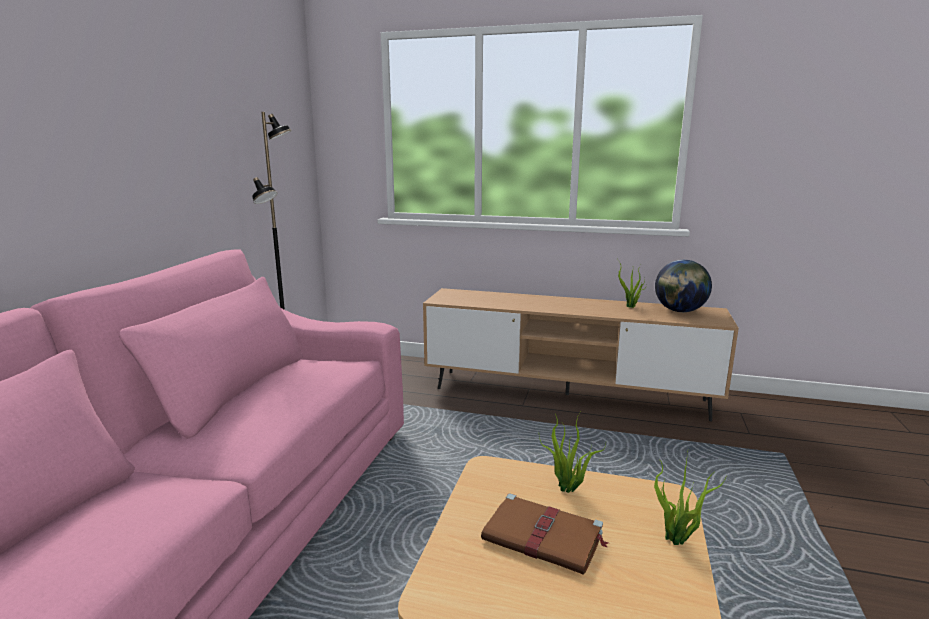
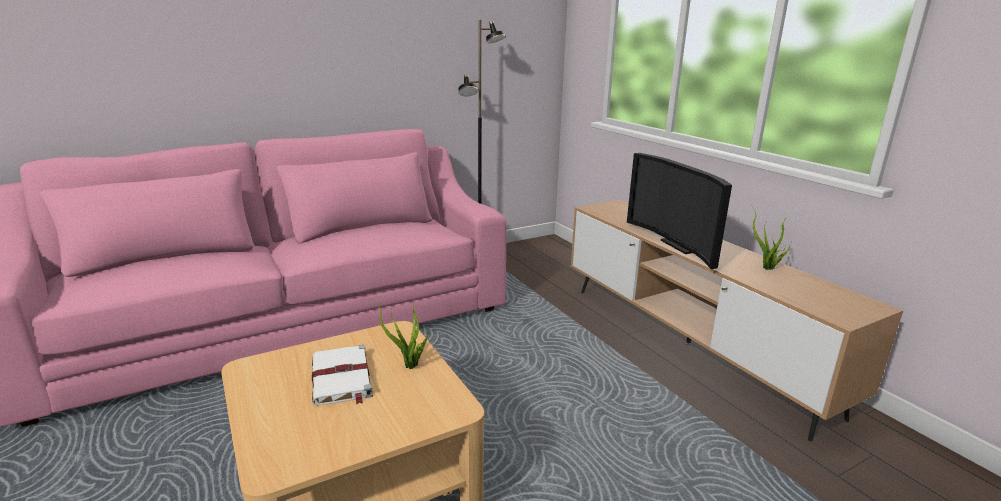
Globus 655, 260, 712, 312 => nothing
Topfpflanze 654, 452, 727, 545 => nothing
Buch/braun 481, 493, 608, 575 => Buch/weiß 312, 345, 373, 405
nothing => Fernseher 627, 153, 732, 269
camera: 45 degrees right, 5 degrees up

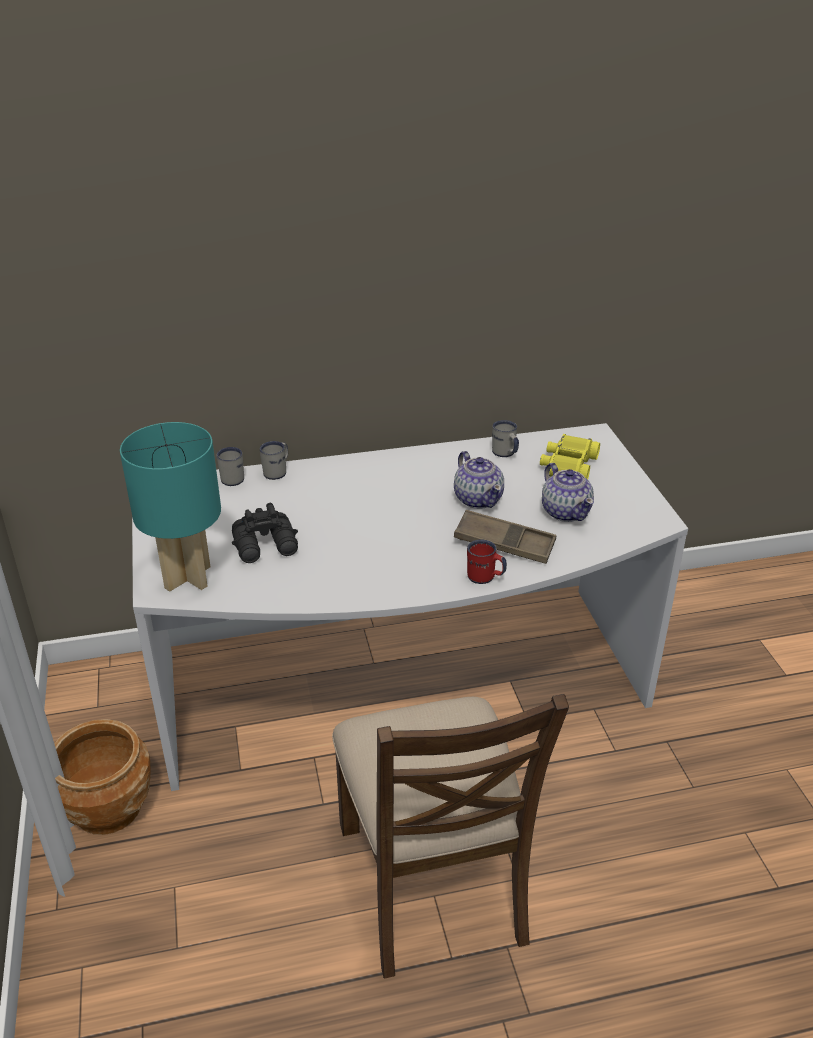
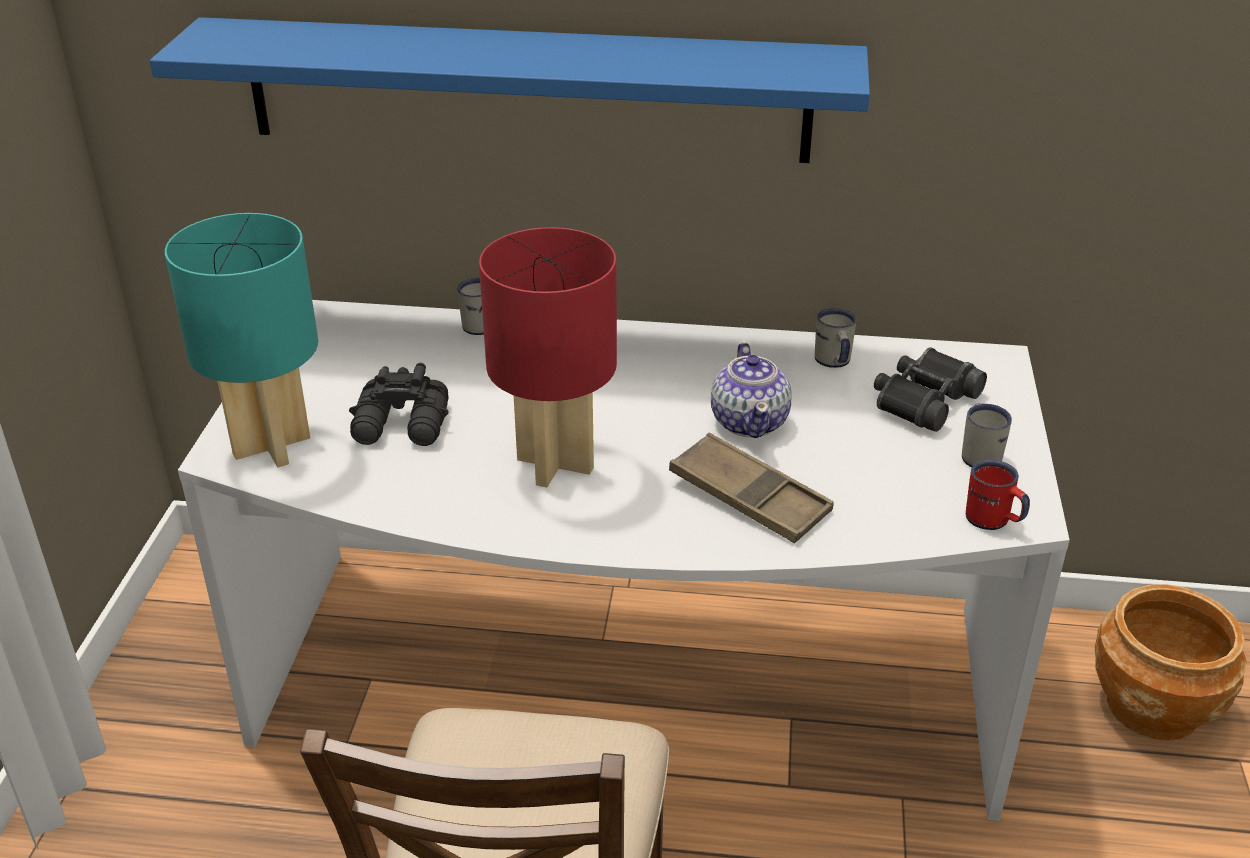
Fernglas/gelb 540, 434, 600, 480 => Fernglas/schwarz 874, 347, 987, 432
Henkelbecher/weiß 217, 447, 244, 486 => Henkelbecher/weiß 962, 403, 1012, 467, move
Teekanne 542, 463, 594, 522 => nothing
Henkelbecher/rot 467, 539, 507, 584 => Henkelbecher/rot 966, 460, 1030, 530, move
Pflanzkübel/braun 54, 719, 150, 835 => Pflanzkübel/braun 1095, 584, 1247, 741, move
nothing => Wandregal/blau 150, 17, 870, 163
nothing => Tischlampe/rot 479, 227, 617, 487
camera: 20 degrees right, 0 degrees up

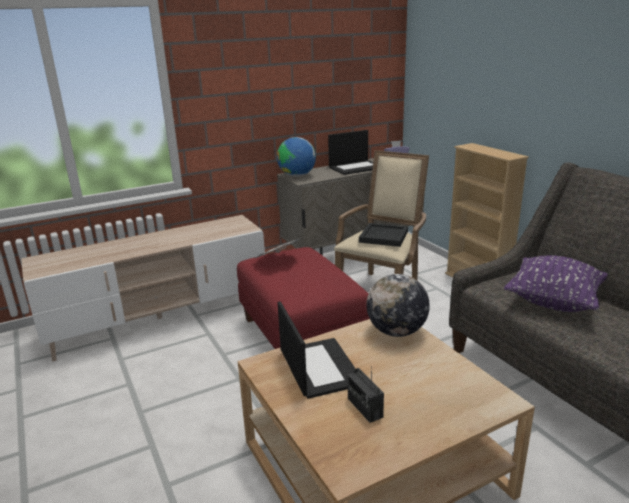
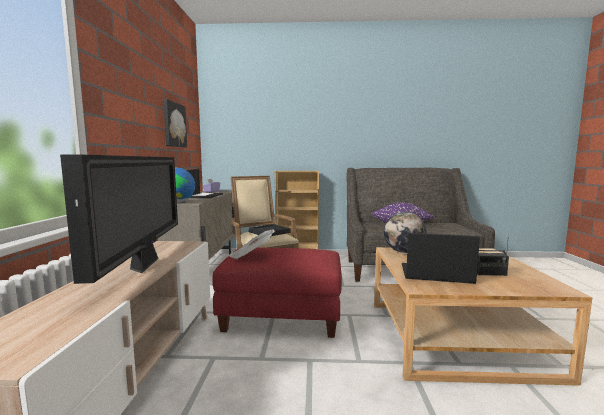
nothing => Bild 163, 99, 187, 148
nothing => Fernseher 60, 155, 178, 284
camera: 60 degrees left, 15 degrees down

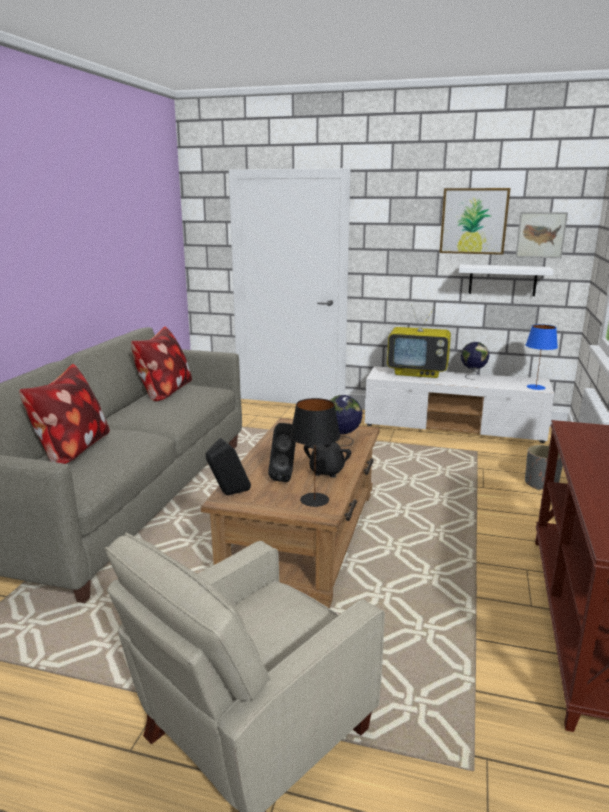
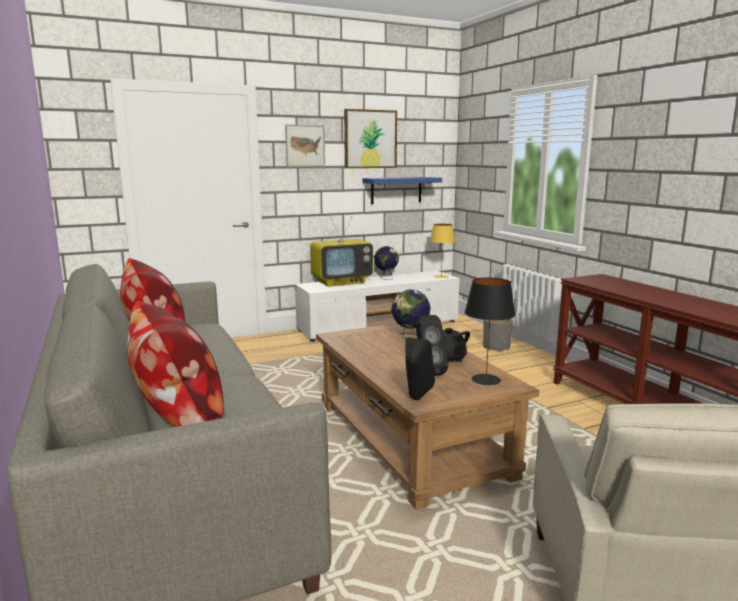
Bild 515, 212, 568, 258 => Bild 285, 124, 325, 167, move
Wandregal/weiß 459, 264, 554, 296 => Wandregal/blau 362, 177, 442, 204
Tischlampe/blau 526, 324, 558, 390 => Tischlampe/gelb 430, 224, 455, 278
camera: 40 degrees left, 5 degrees down

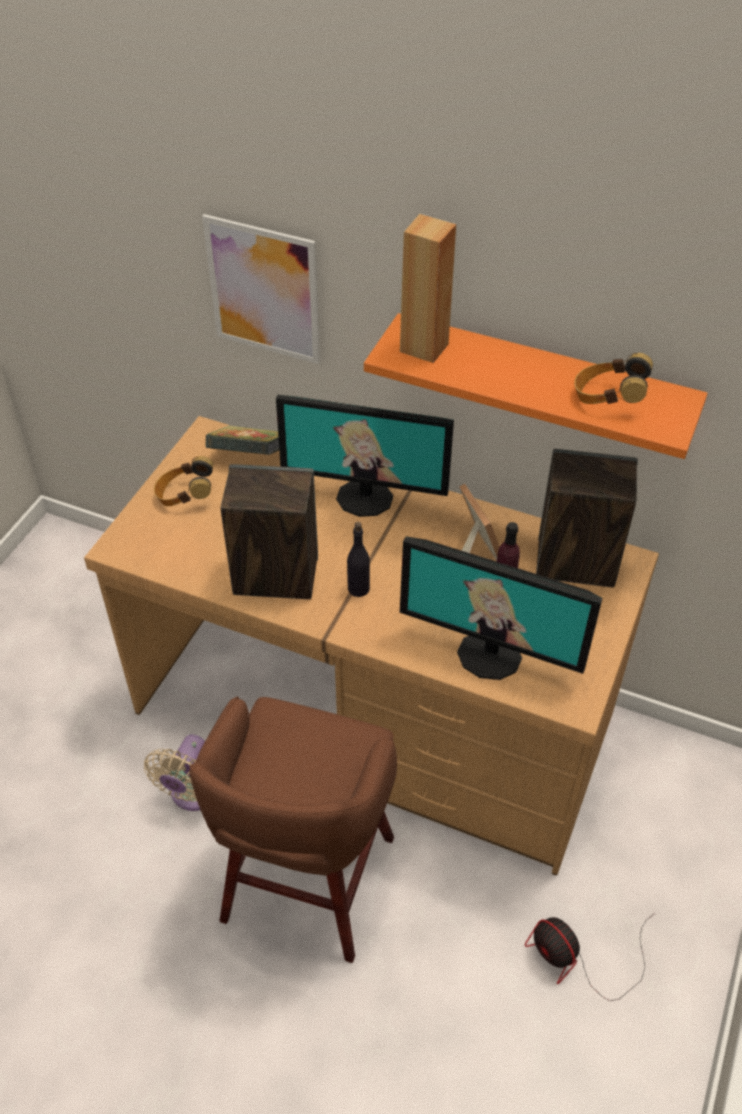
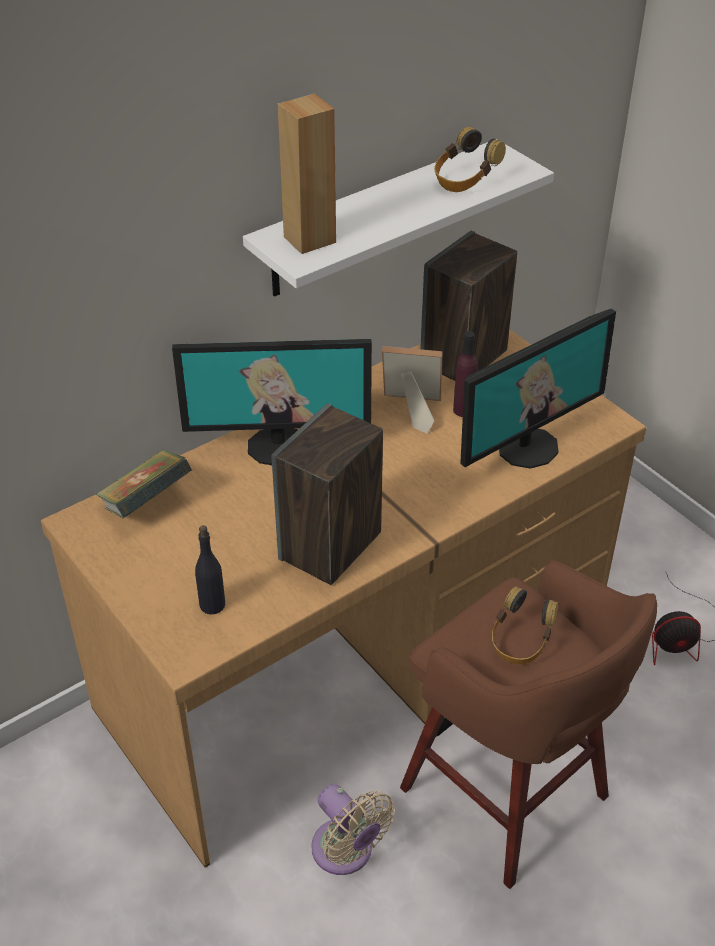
Bild 202, 214, 320, 364 => nothing
Wandregal/orange 364, 313, 708, 459 => Wandregal/weiß 243, 142, 554, 297
Monitor 276, 395, 454, 517 => Monitor 172, 339, 372, 465, 45 degrees clockwise
Kopfhörer 154, 456, 213, 506 => Kopfhörer 492, 586, 558, 664, move
Flasche/schwarz 347, 522, 370, 597 => Flasche/schwarz 195, 525, 225, 614, move
camera: 60 degrees left, 5 degrees down

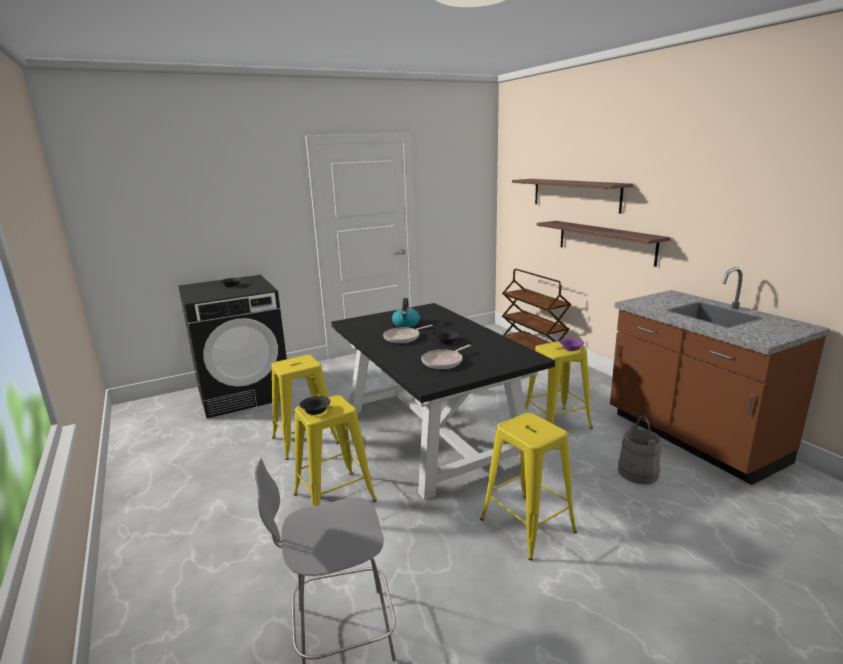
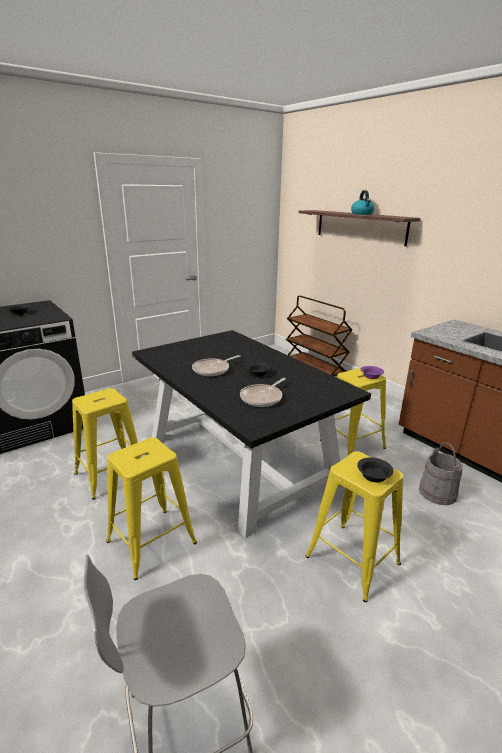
Wandregal 537, 221, 670, 267 => nothing
Wasserkessel 392, 298, 420, 327 => Wasserkessel 351, 190, 375, 215, move
Schüssel/schwarz 300, 396, 330, 415 => Schüssel/schwarz 357, 457, 394, 482, move
camera: 10 degrees left, 5 degrees up

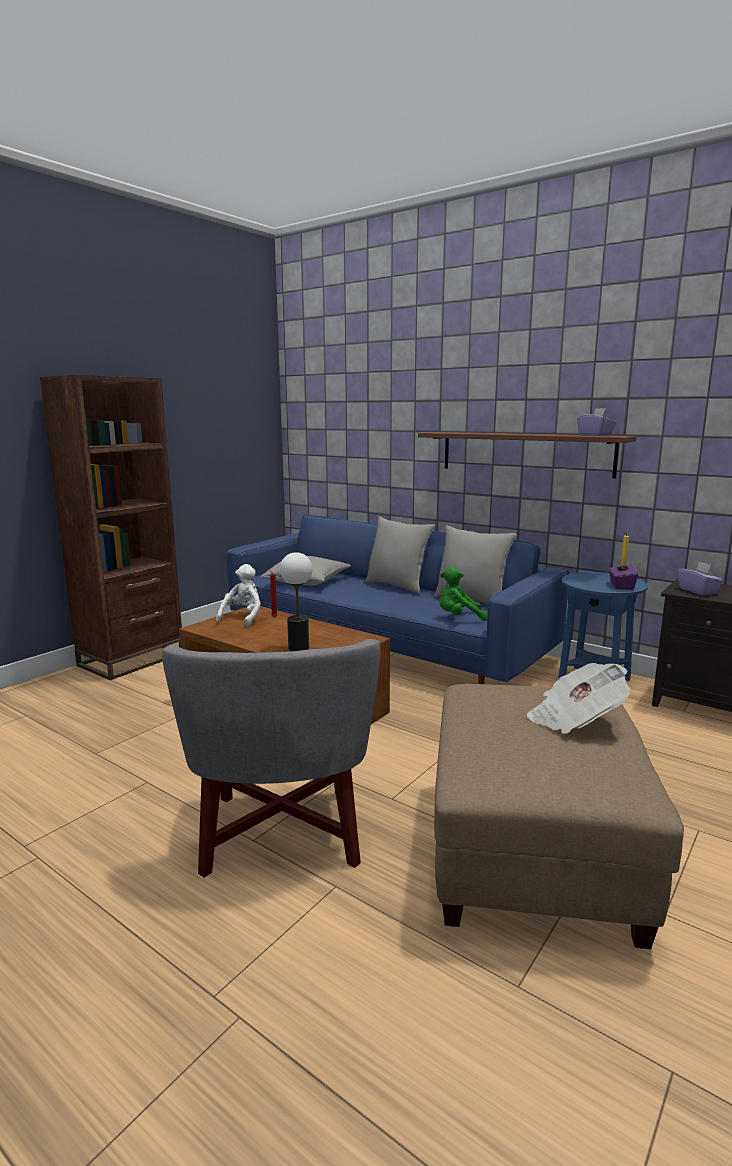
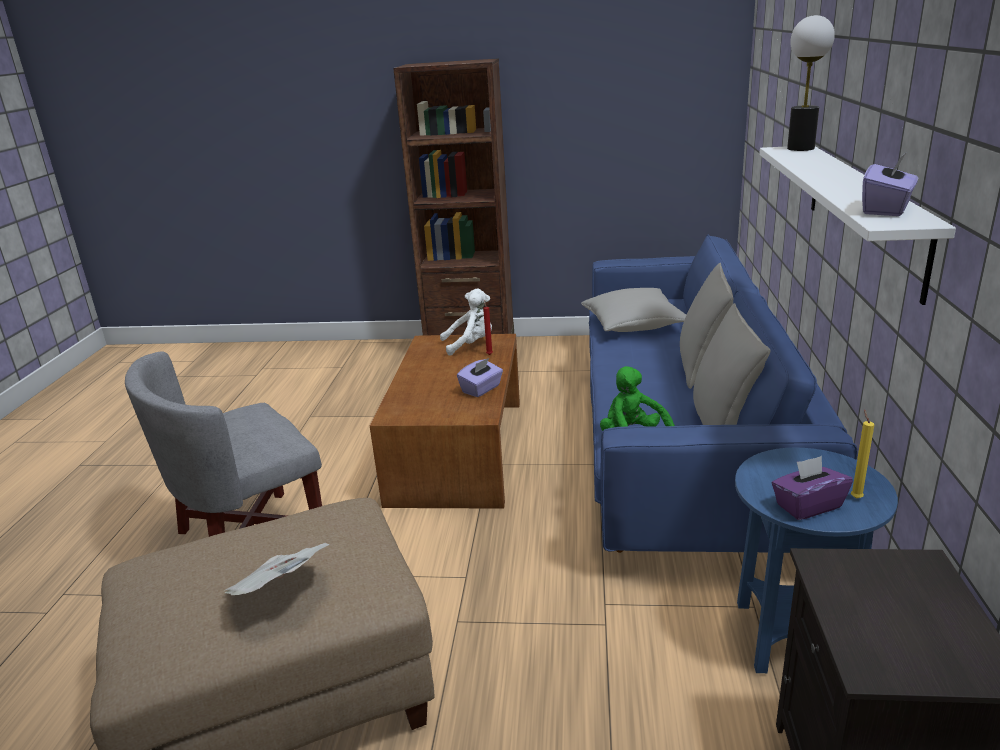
Wandregal/braun 418, 432, 637, 478 => Wandregal/weiß 759, 147, 956, 305
Tischlampe 280, 552, 312, 651 => Tischlampe 787, 15, 835, 151, move
Taschentuchbox/lila 678, 561, 723, 595 => Taschentuchbox/lila 457, 358, 503, 397, move
camera: 60 degrees right, 10 degrees up

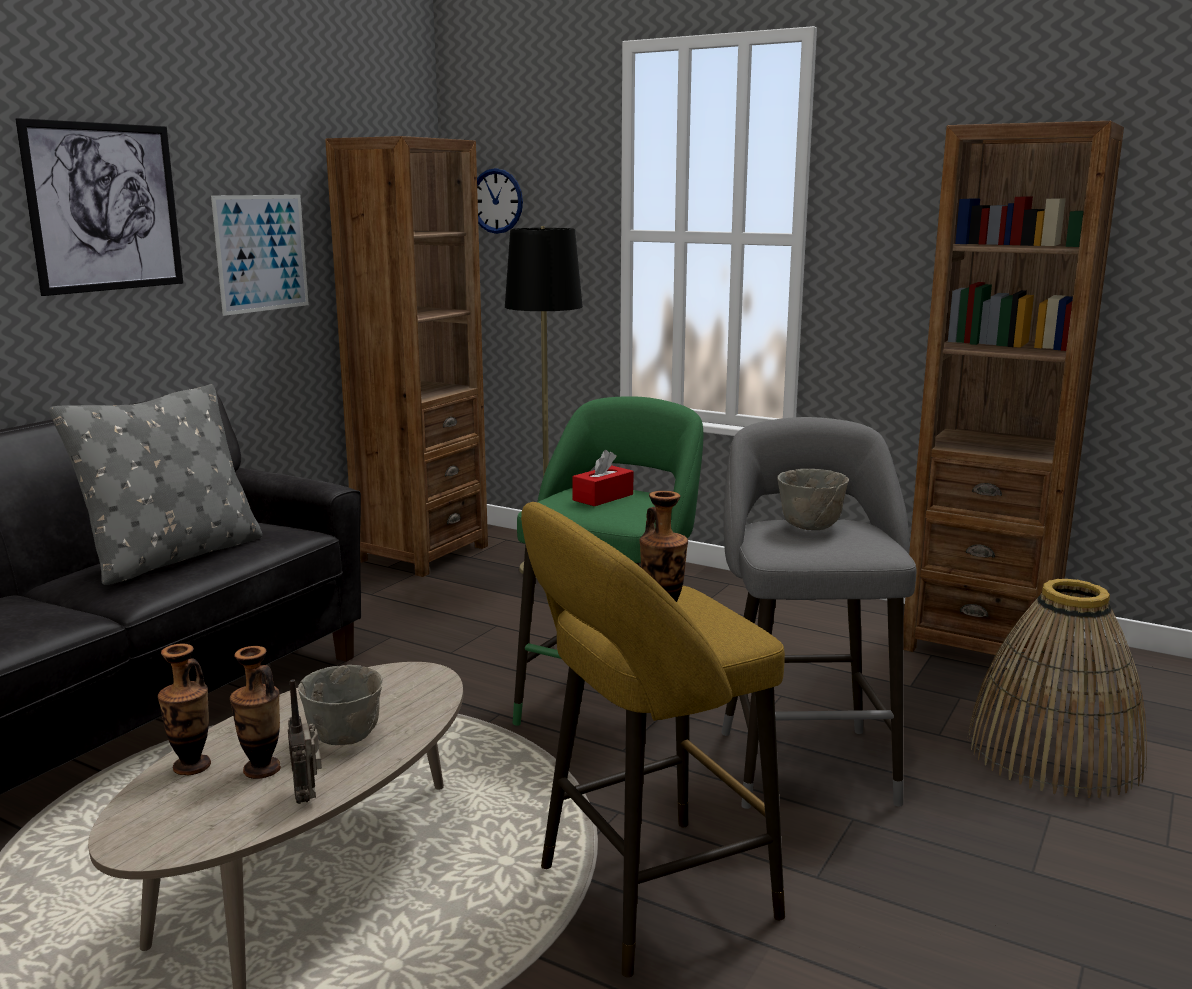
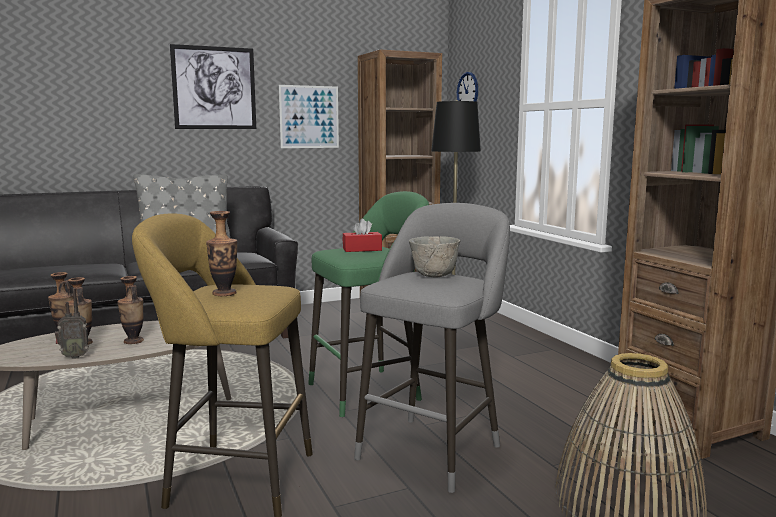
Schüssel/grau 298, 665, 383, 745 => Vase 117, 276, 144, 344
Radio 288, 680, 322, 804 => Radio 55, 288, 89, 359, 120 degrees counterclockwise
camera: 35 degrees right, 5 degrees down

